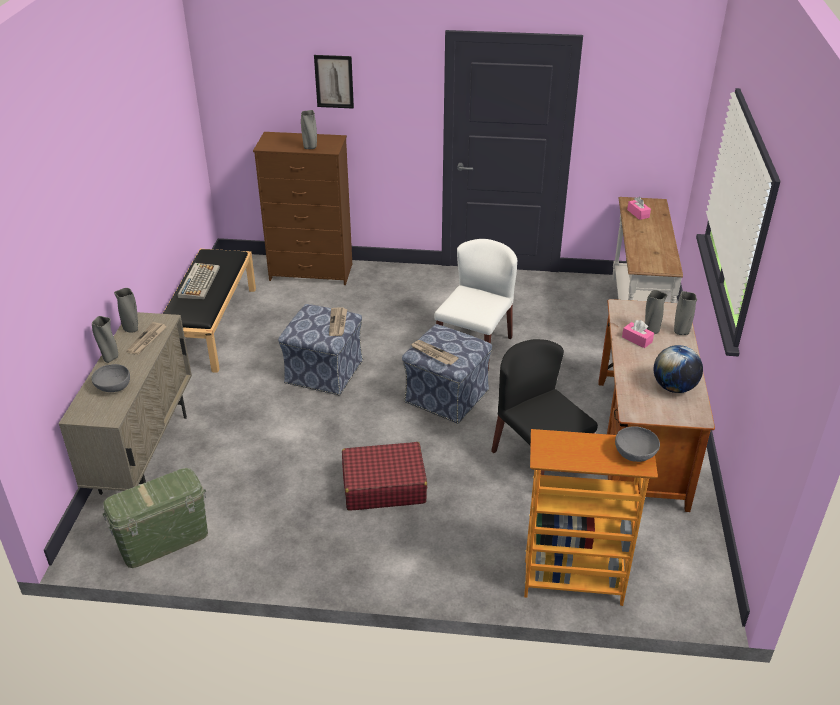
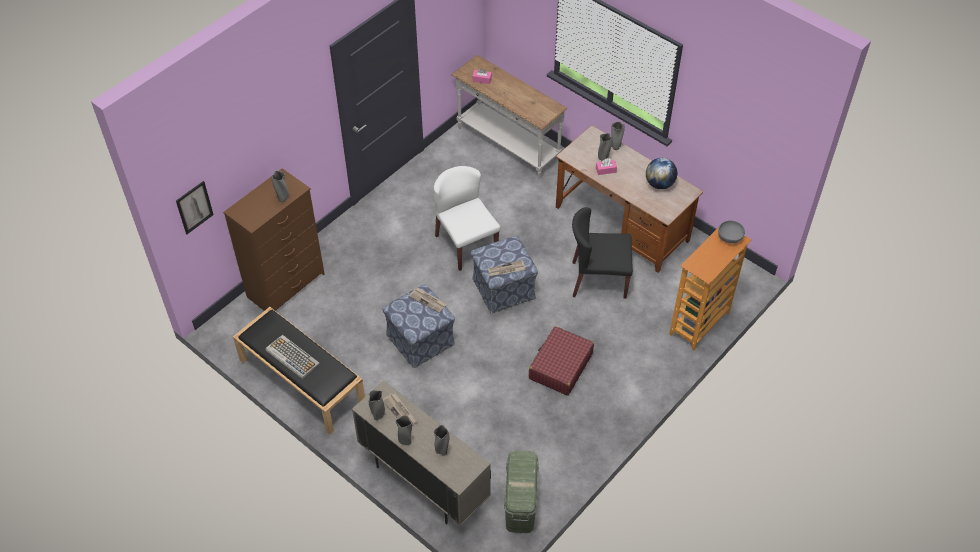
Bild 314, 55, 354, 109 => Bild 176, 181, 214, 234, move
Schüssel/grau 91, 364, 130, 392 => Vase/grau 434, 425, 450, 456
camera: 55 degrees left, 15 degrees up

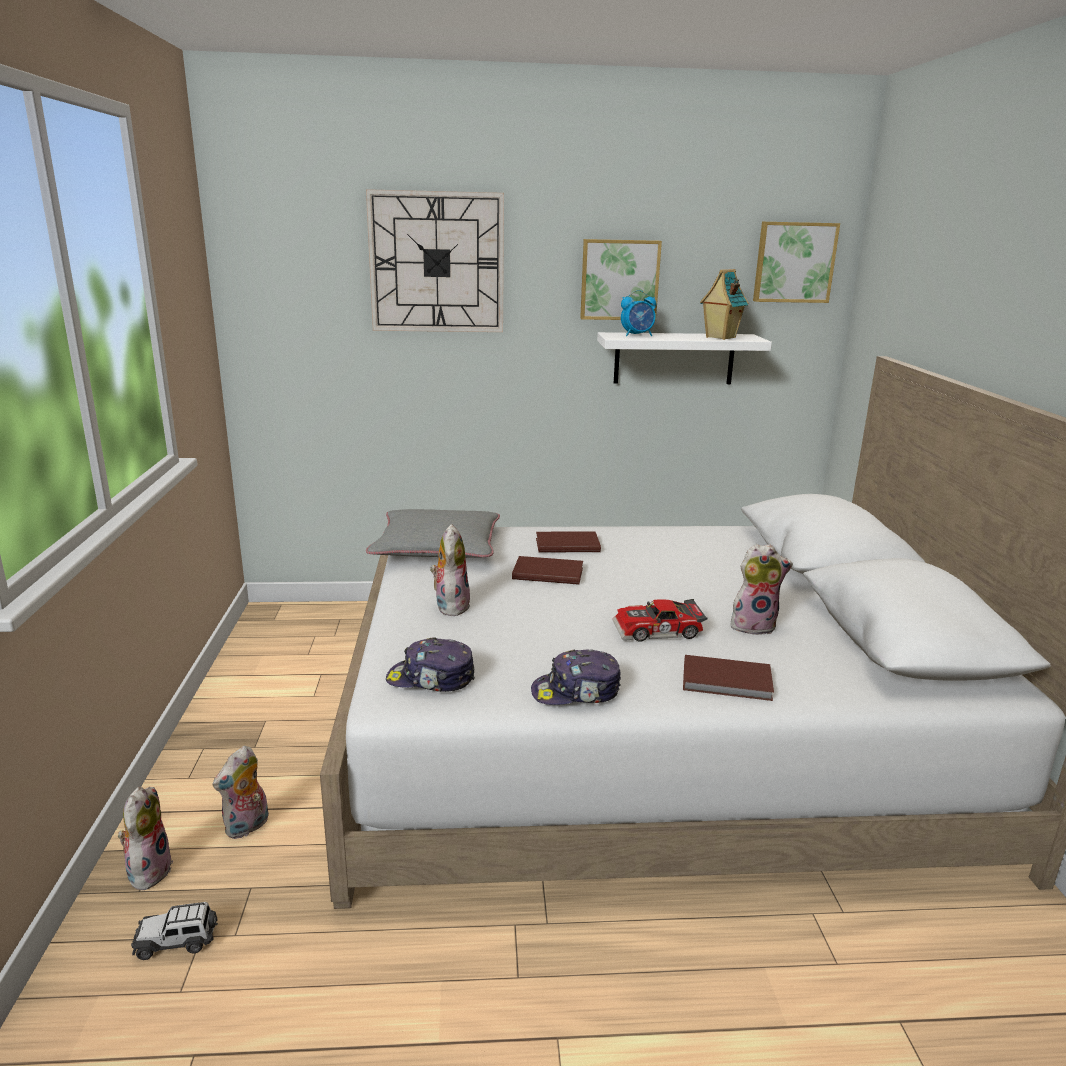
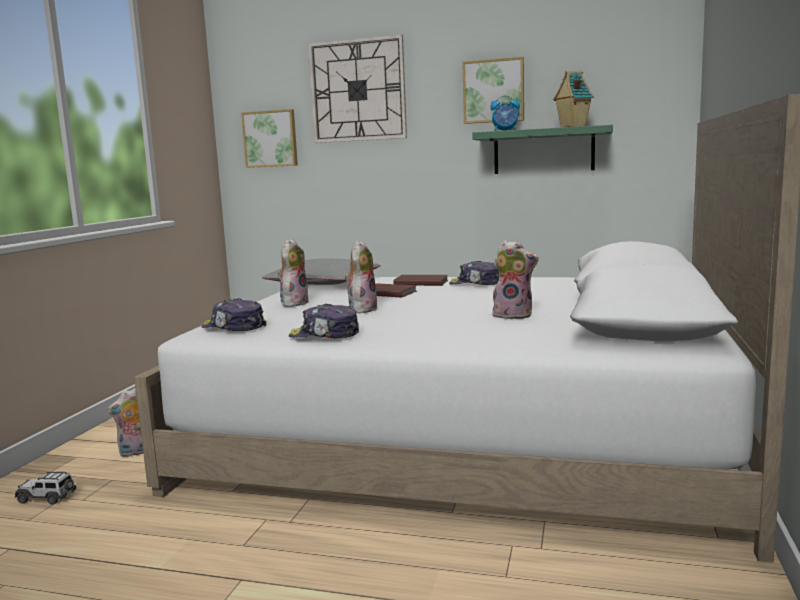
Bild 753, 222, 840, 303 => Bild 241, 109, 298, 168, move
Wandregal/weiß 597, 332, 772, 384 => Wandregal/grün 472, 125, 613, 174
Spielzeugauto 612, 599, 708, 642 => nothing
Buch/braun 683, 655, 774, 701 => nothing
Plüschtier 118, 787, 173, 890 => Plüschtier 345, 240, 377, 313, move
nothing => Kappe 449, 261, 499, 285
camera: 20 degrees right, 10 degrees down

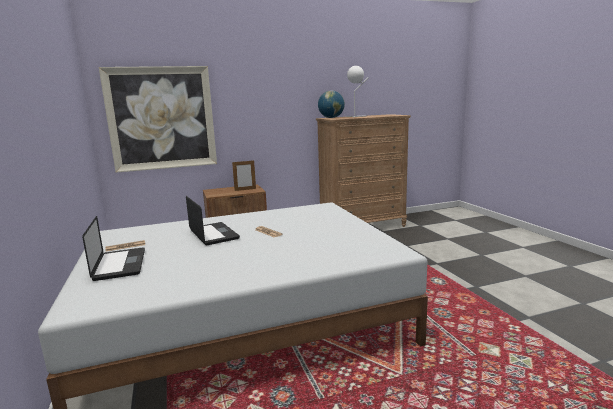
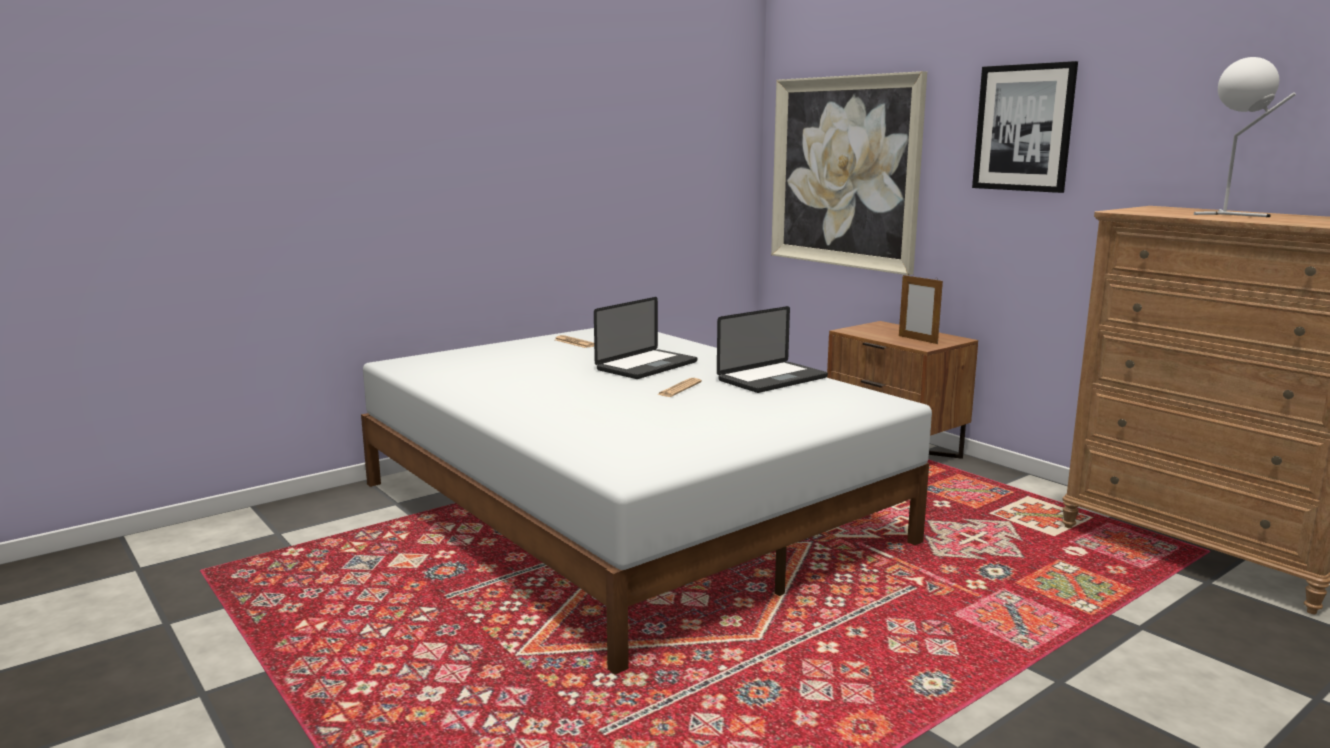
Globus 318, 90, 345, 118 => nothing
Laptop 82, 216, 145, 281 => Laptop 717, 306, 828, 393, move
nothing => Bild 972, 61, 1078, 193
camera: 70 degrees right, 0 degrees up

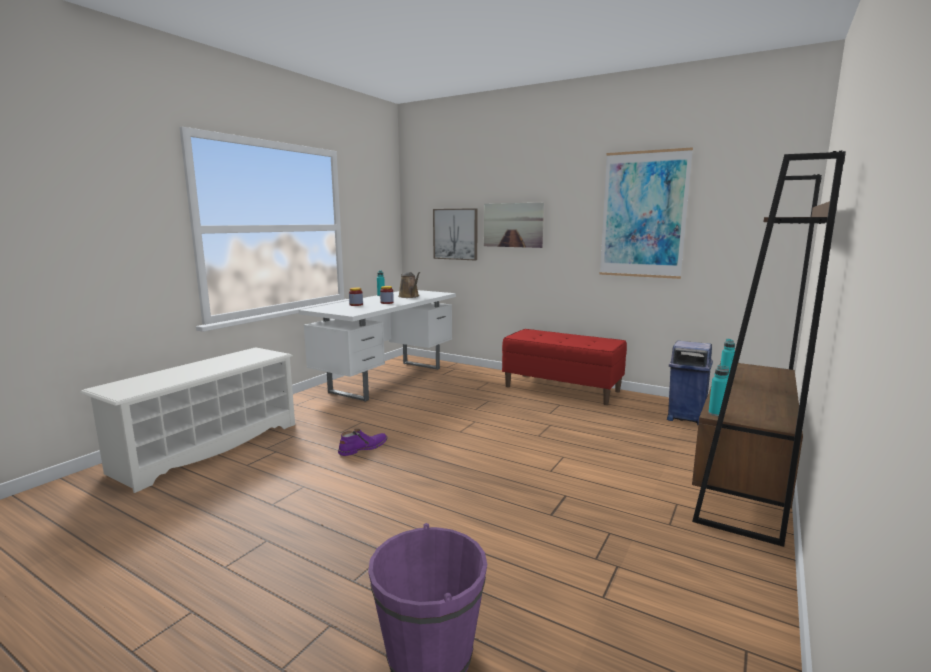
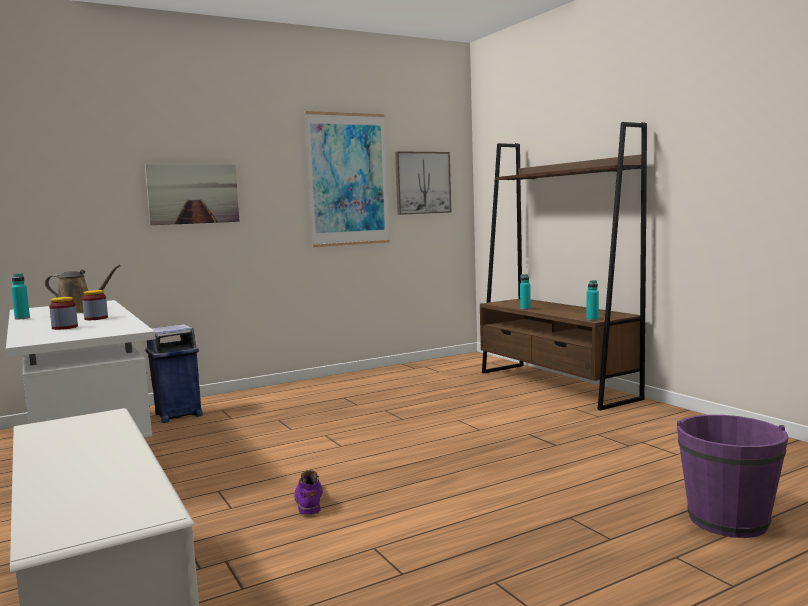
Bild 433, 208, 478, 261 => Bild 395, 151, 451, 215, move
Bank/rot 502, 329, 627, 405 => nothing
Mülleimer/blau 667, 341, 713, 425 => Mülleimer/blau 145, 324, 203, 423, move
camera: 60 degrees left, 5 degrees down

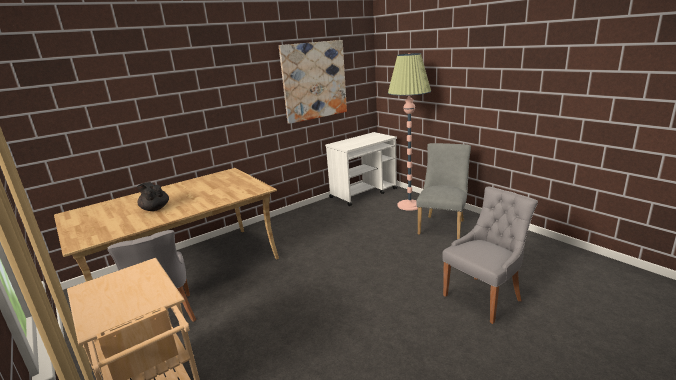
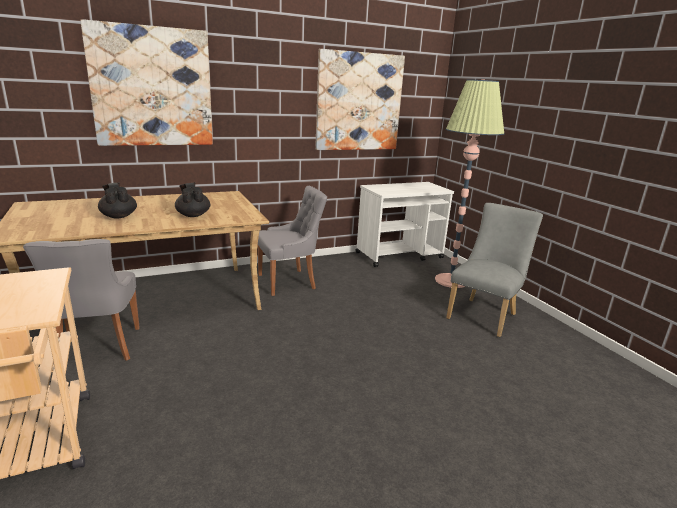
Stuhl/grau 442, 186, 538, 324 => Stuhl/grau 258, 186, 327, 296, move
nothing => Bild 80, 19, 213, 146
nothing => Teekanne/schwarz 175, 182, 210, 217
camera: 10 degrees right, 0 degrees up

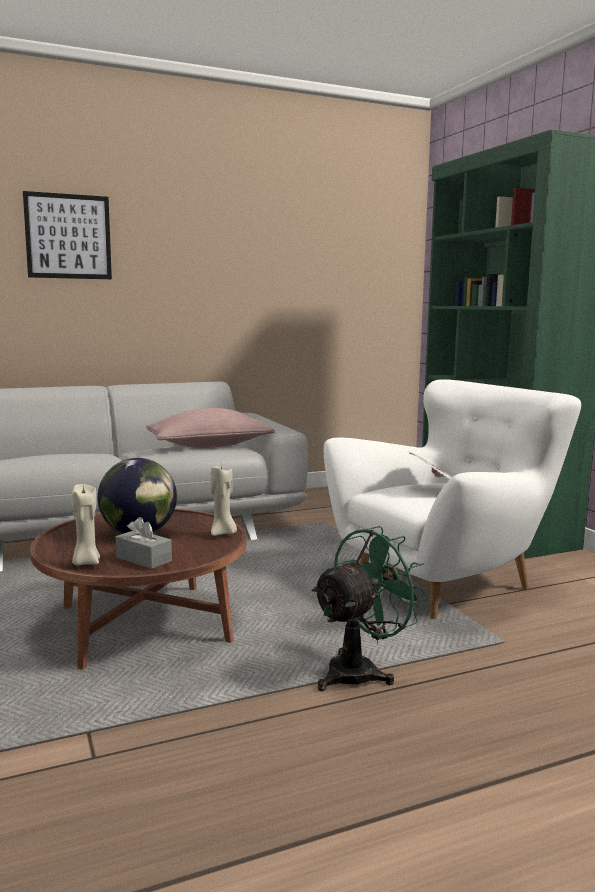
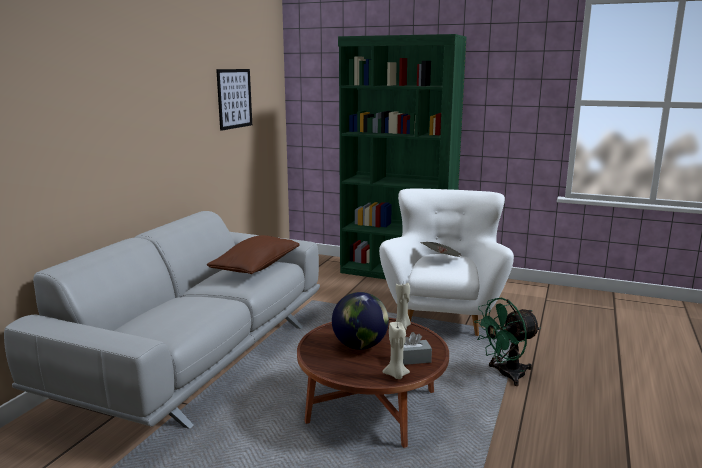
Bild 23, 191, 112, 279 => Bild 216, 69, 252, 131, move
Kissen/rosa 146, 408, 275, 448 => Kissen/braun 207, 235, 300, 274
Ventilator/grün 311, 526, 429, 691 => Ventilator/grün 474, 298, 541, 386, 120 degrees counterclockwise
camera: 45 degrees left, 5 degrees up

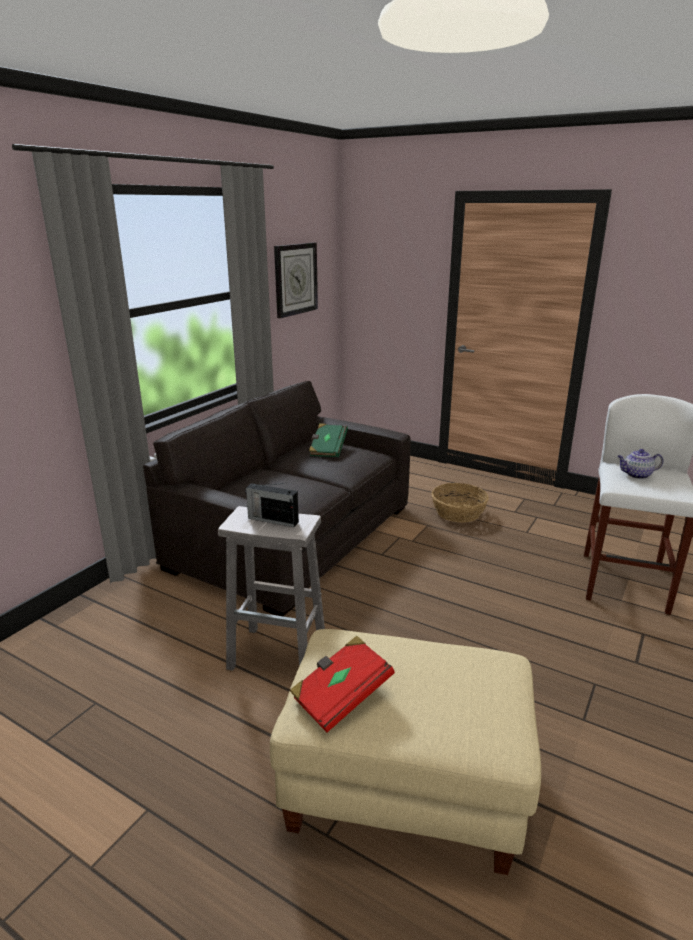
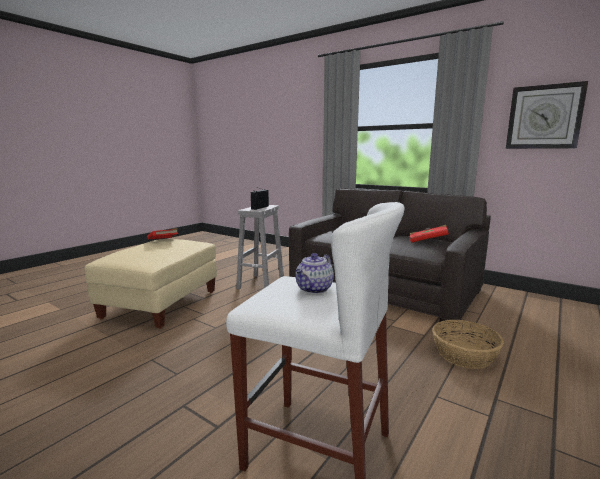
Buch/grün 309, 423, 348, 457 => Buch/rot 410, 225, 449, 243
Teekanne 617, 449, 663, 479 => Teekanne 295, 253, 334, 294, 150 degrees counterclockwise
camera: 95 degrees right, 10 degrees down

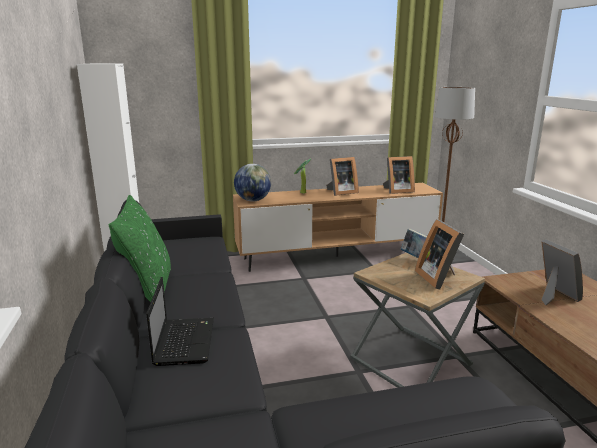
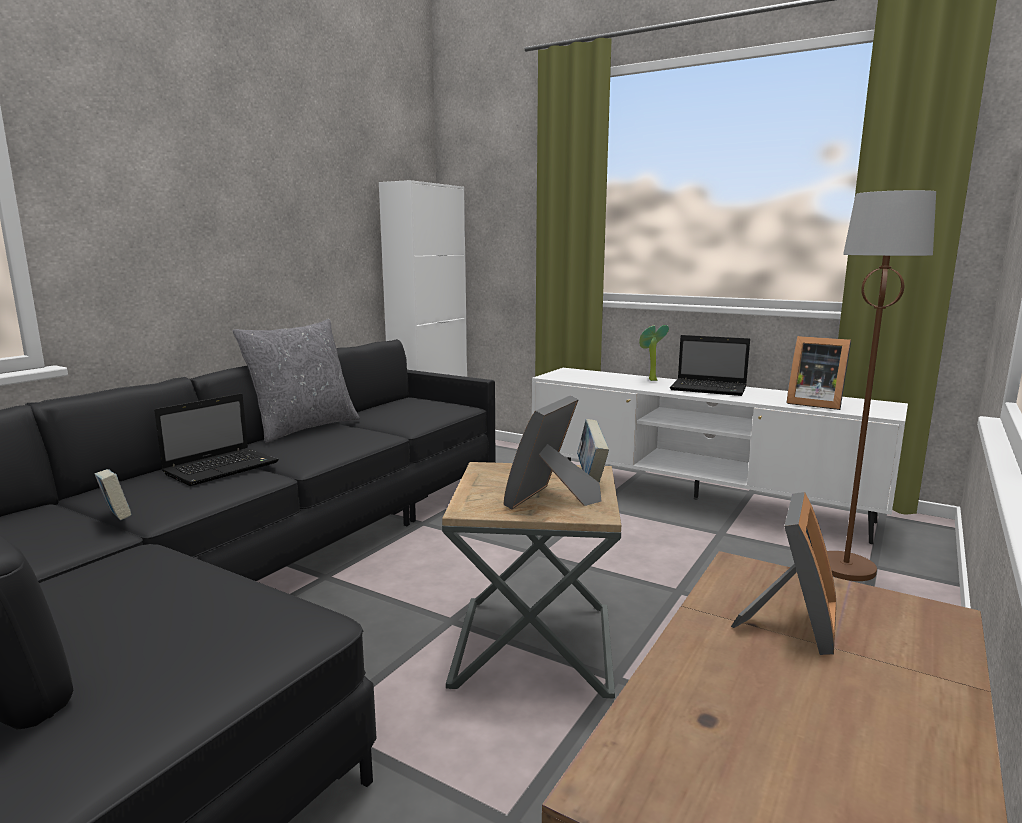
Bilderrahmen 326, 157, 359, 196 => Laptop 670, 335, 750, 396
Globus 234, 164, 271, 202 => nothing
Fernsehschrank/braun 233, 183, 443, 272 => Fernsehschrank/weiß 532, 368, 908, 544
Kissen/grün 109, 195, 171, 302 => Kissen/grau 233, 319, 360, 443
nothing => Buch 94, 469, 132, 520
camera: 45 degrees right, 5 degrees down

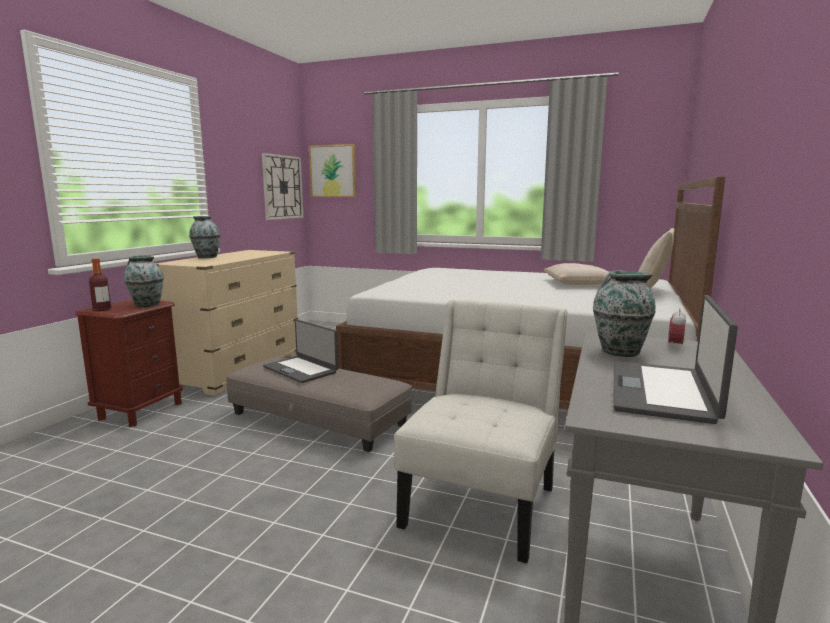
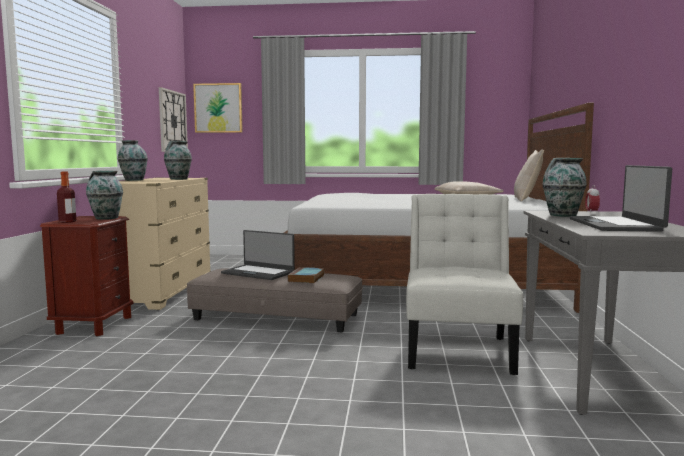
nothing => Vase 164, 141, 192, 180
nothing => Buch 288, 267, 324, 284
camera: 15 degrees left, 5 degrees down

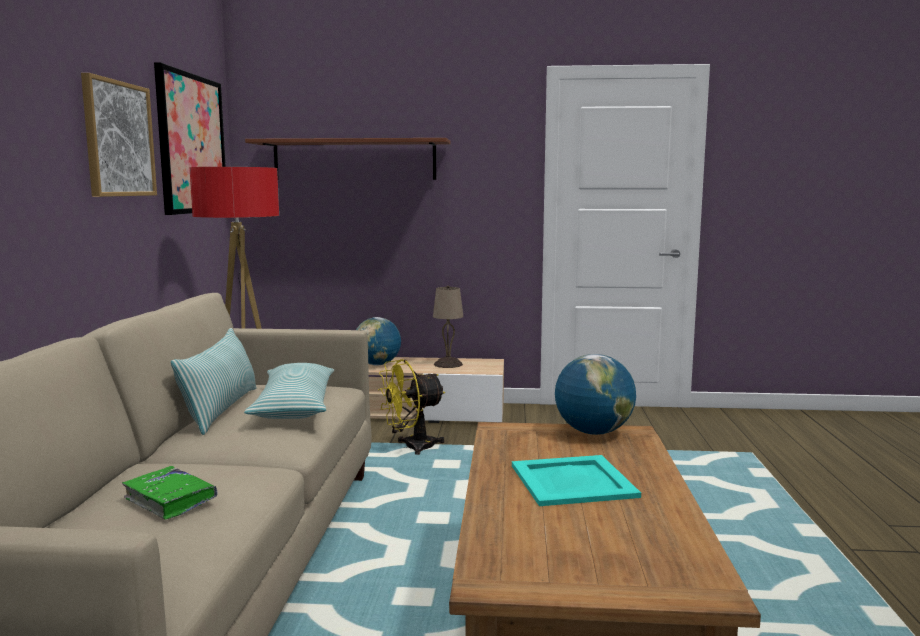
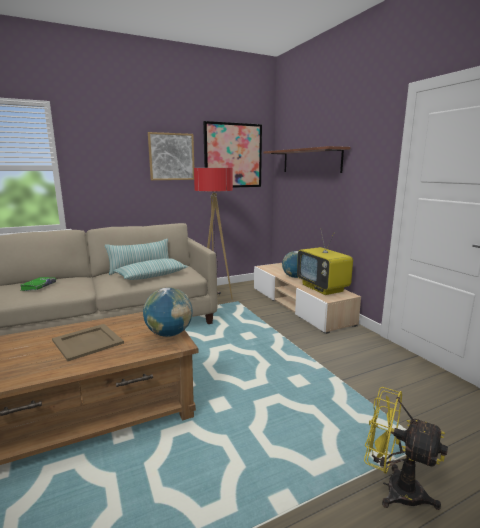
Tischlampe/beige 433, 285, 464, 368 => Fernseher 297, 229, 353, 295
Ventilator/gelb 378, 359, 445, 455 => Ventilator/gelb 364, 387, 448, 510, move
Tablett/türkis 512, 455, 641, 506 => Tablett/beige 52, 324, 124, 361
camera: 60 degrees right, 5 degrees up

